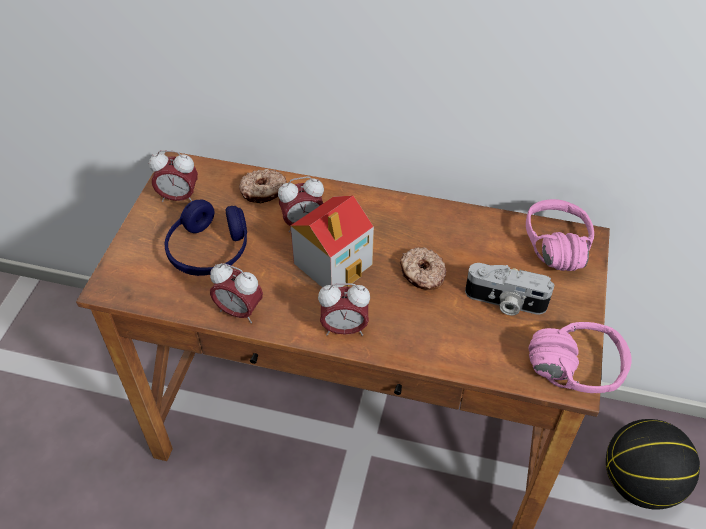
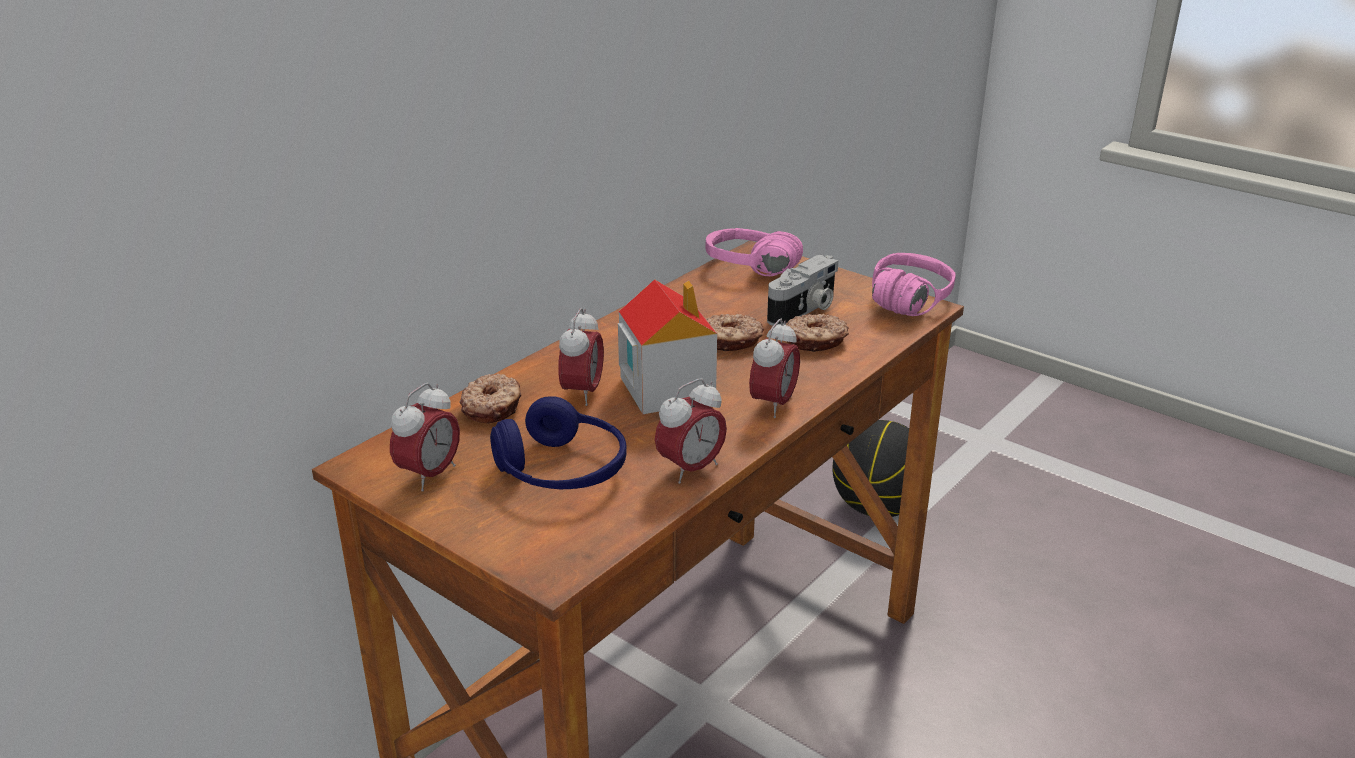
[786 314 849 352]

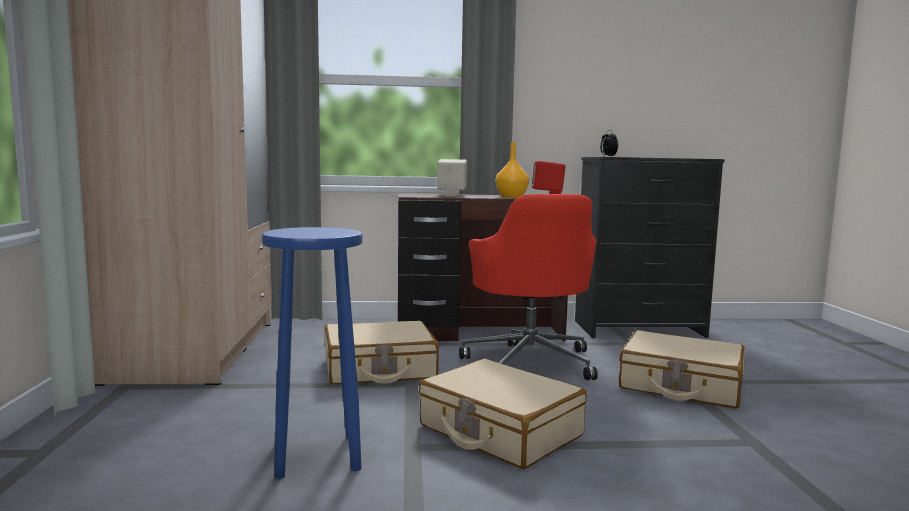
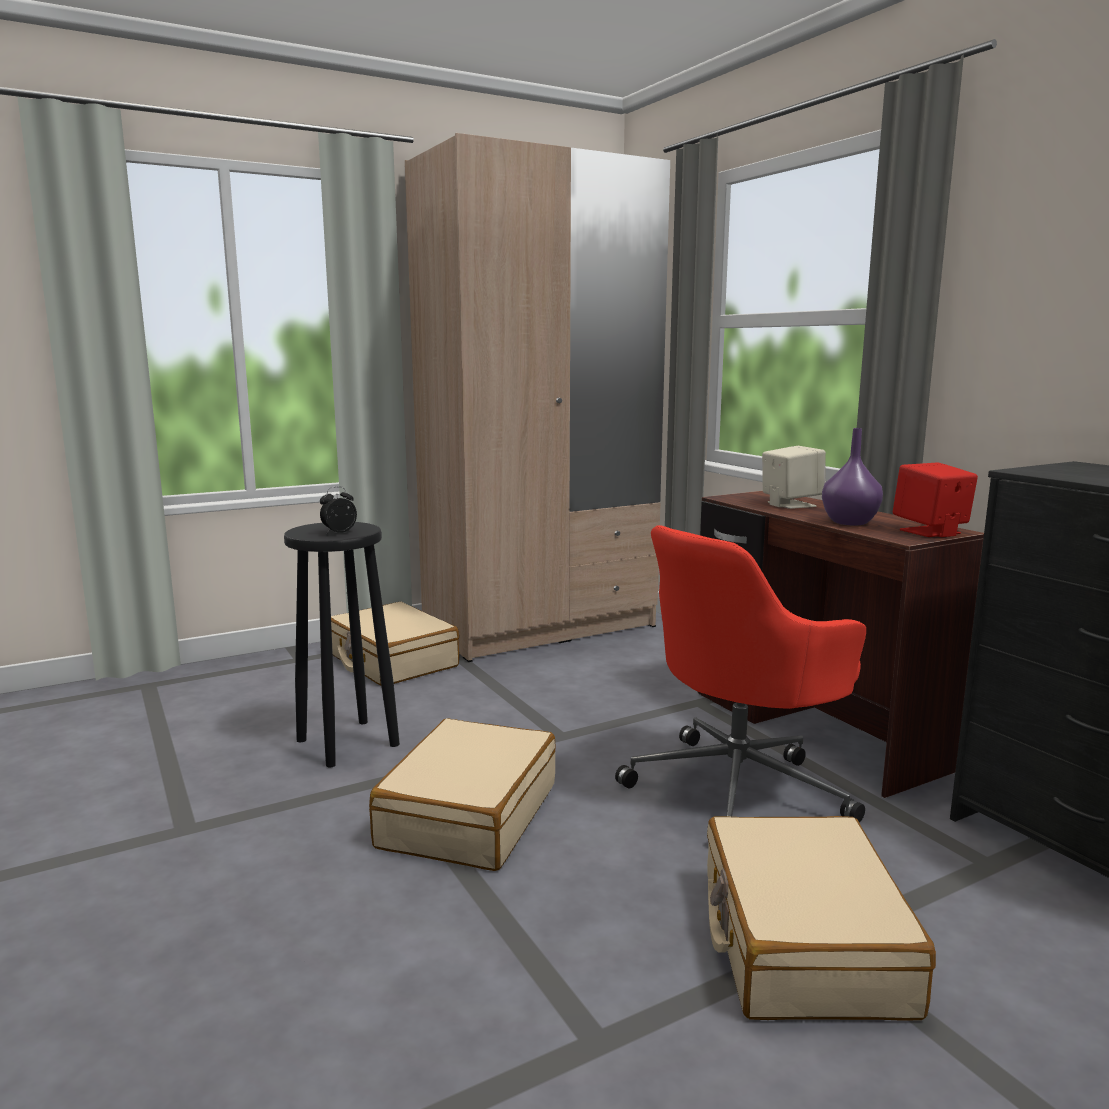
[284 522 400 767]
[331 602 459 686]
[822 428 883 525]
[320 486 357 533]

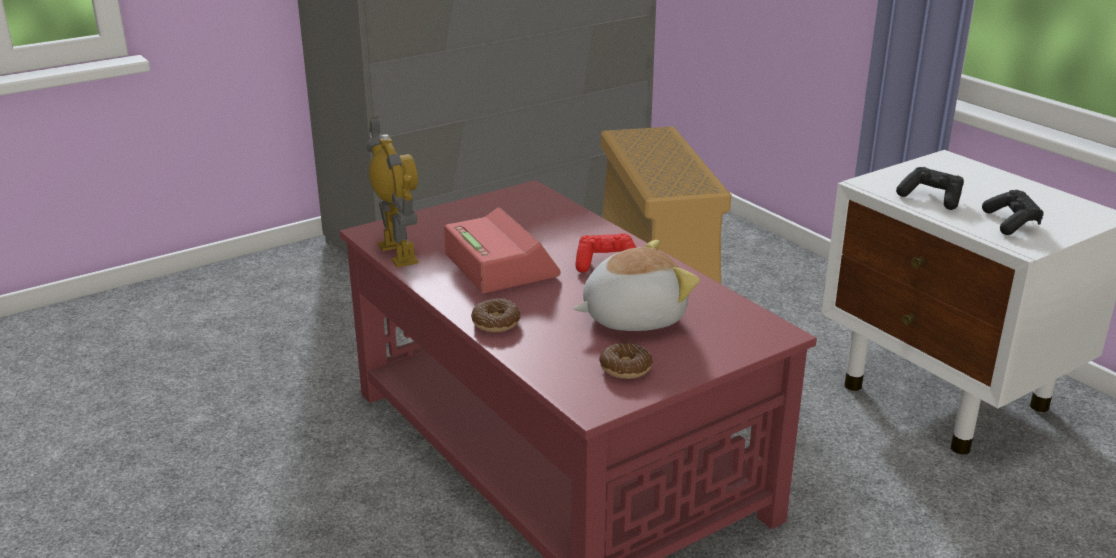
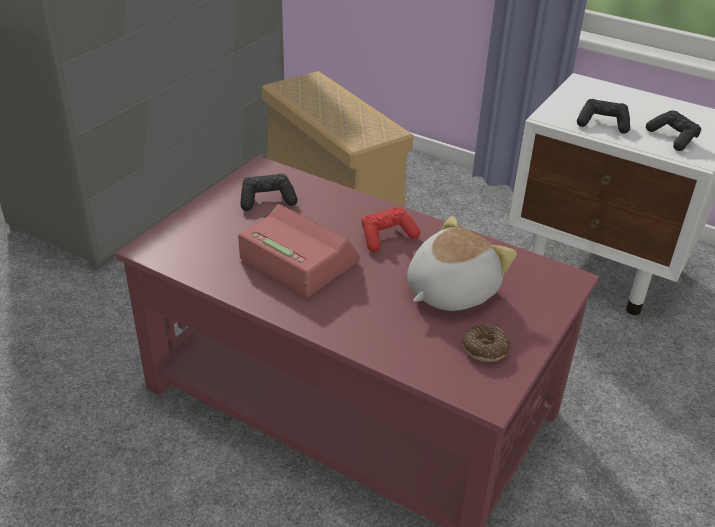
[367 116 419 267] (first image)
[471 299 521 332] (first image)
[241 173 298 211]

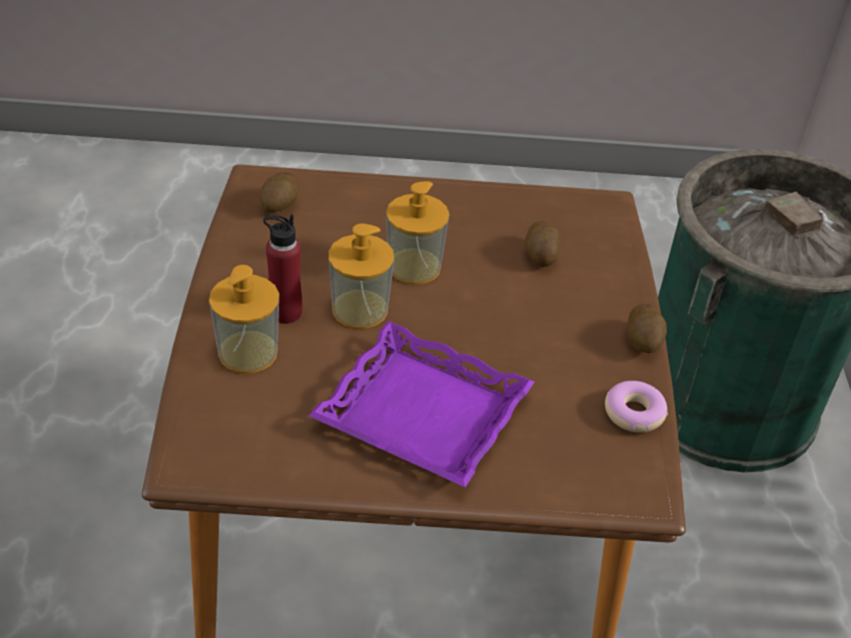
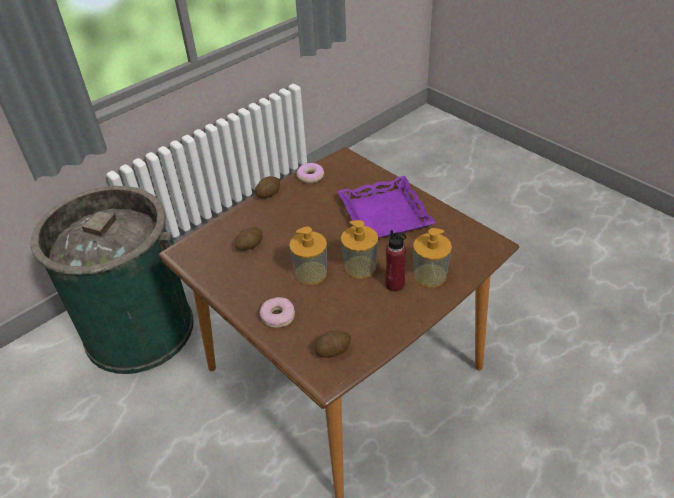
[260 297 295 328]

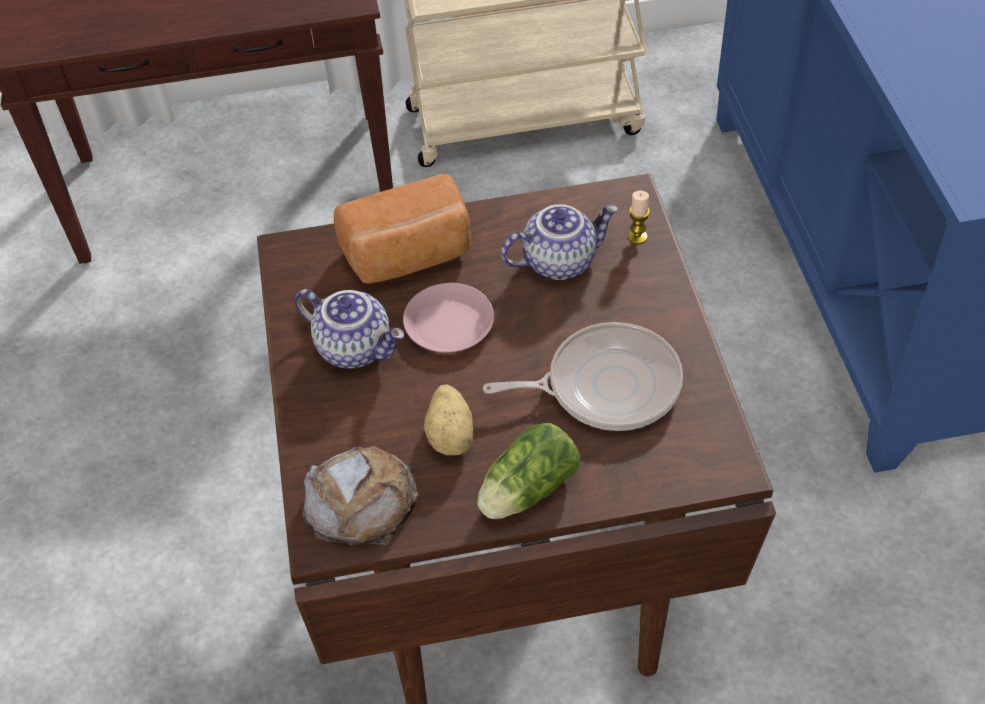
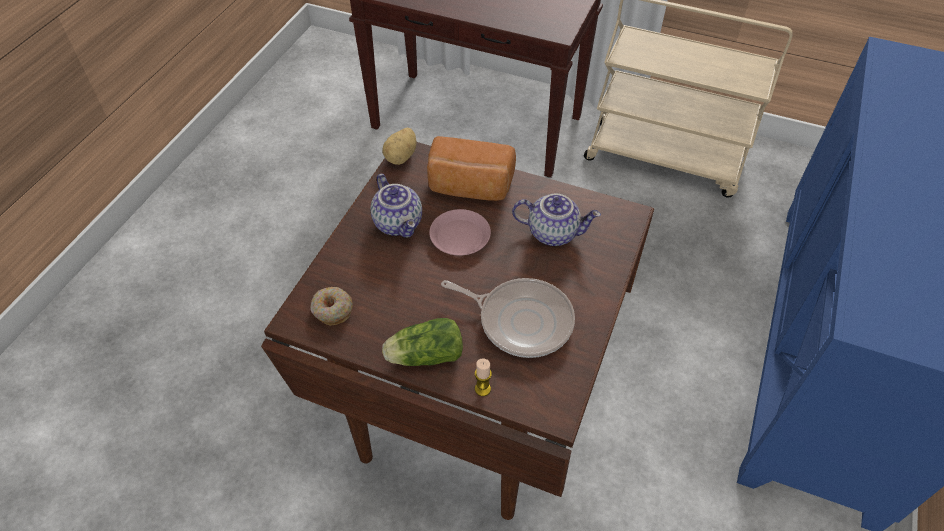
[311 287 353 326]
[382 128 417 165]
[475 358 492 396]

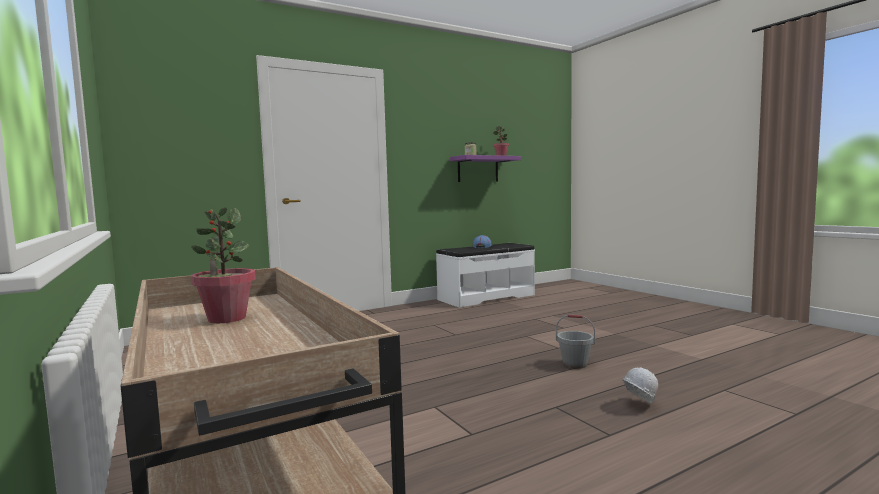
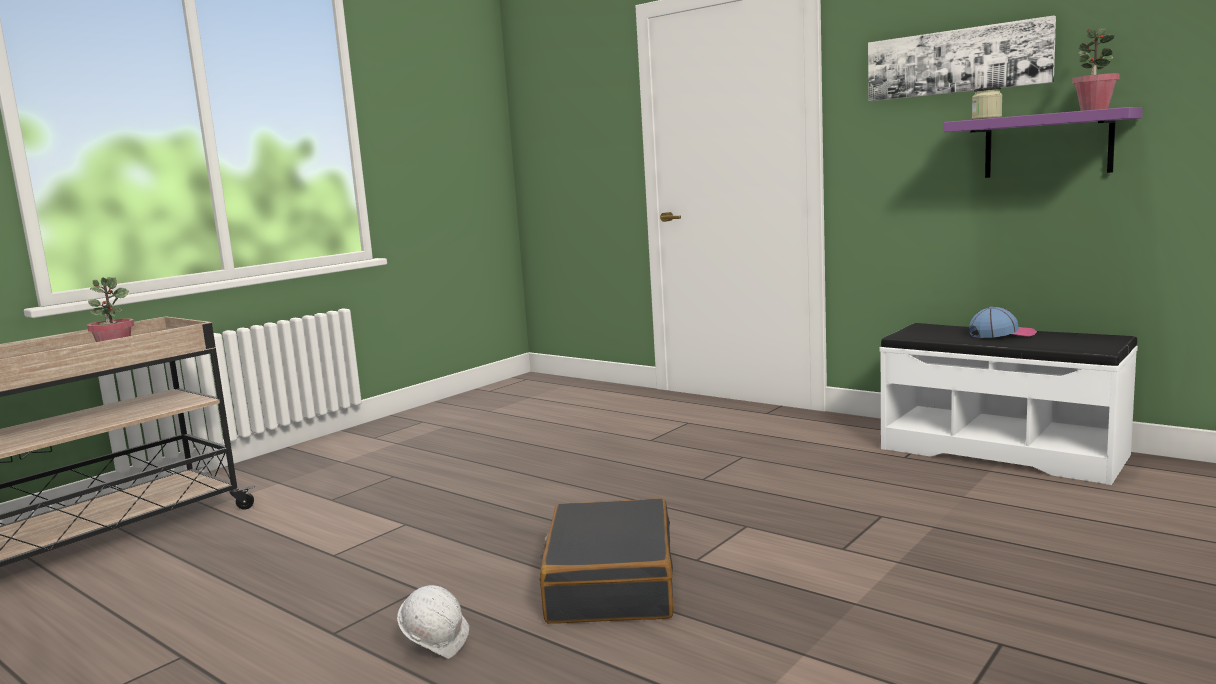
[539 498 673 624]
[868 15 1056 101]

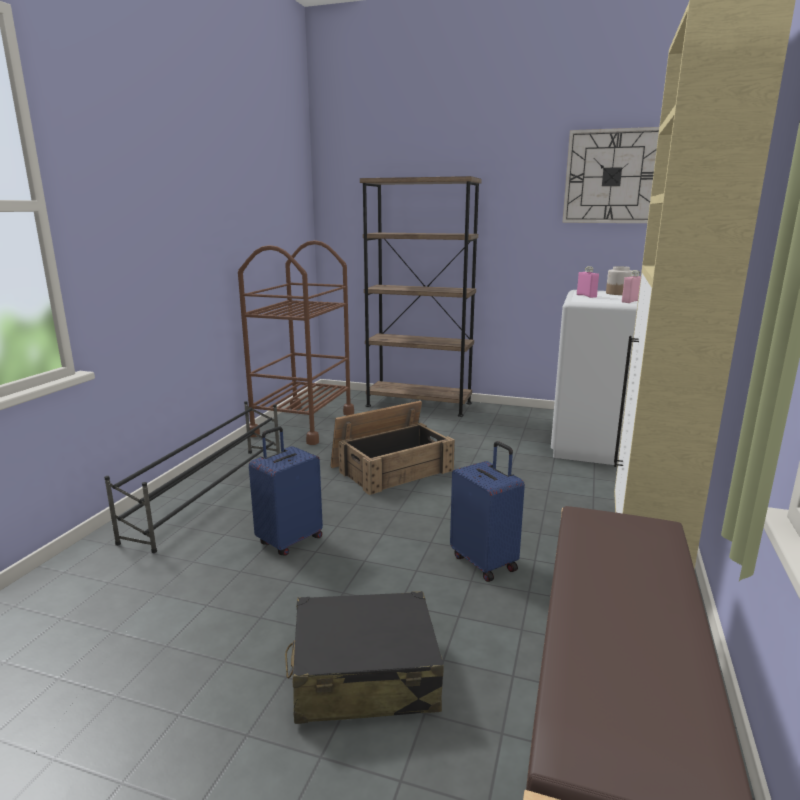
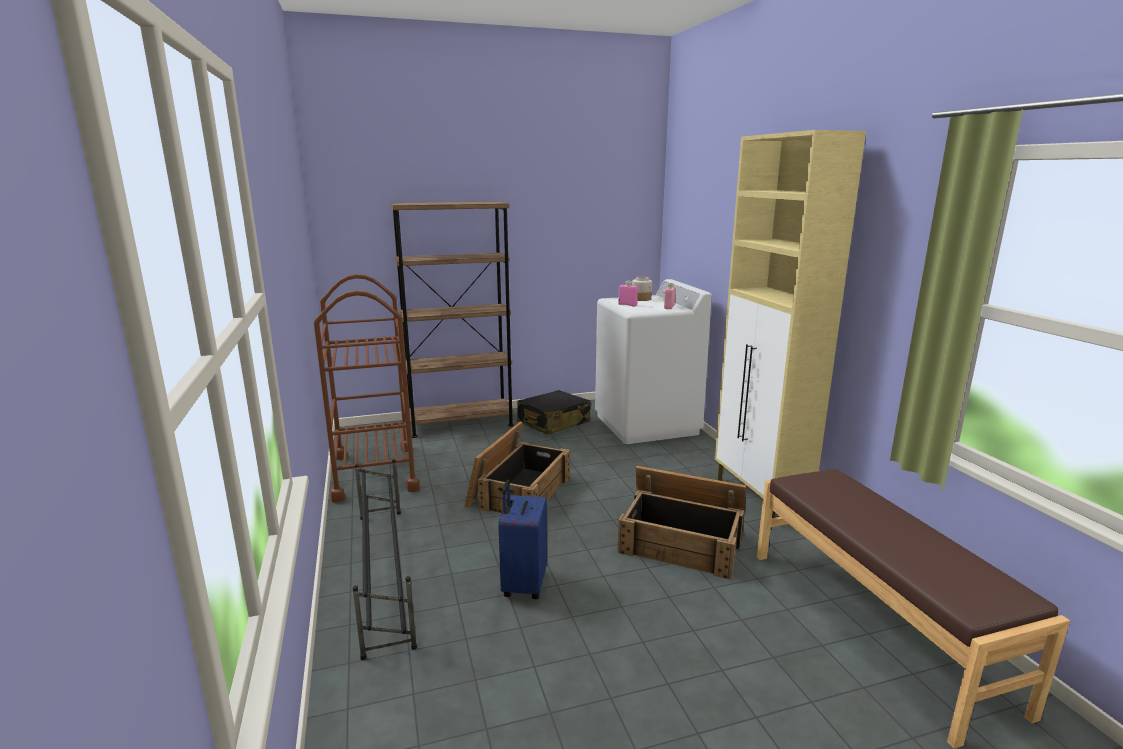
[517 390 591 435]
[618 466 746 580]
[562 127 659 223] (first image)

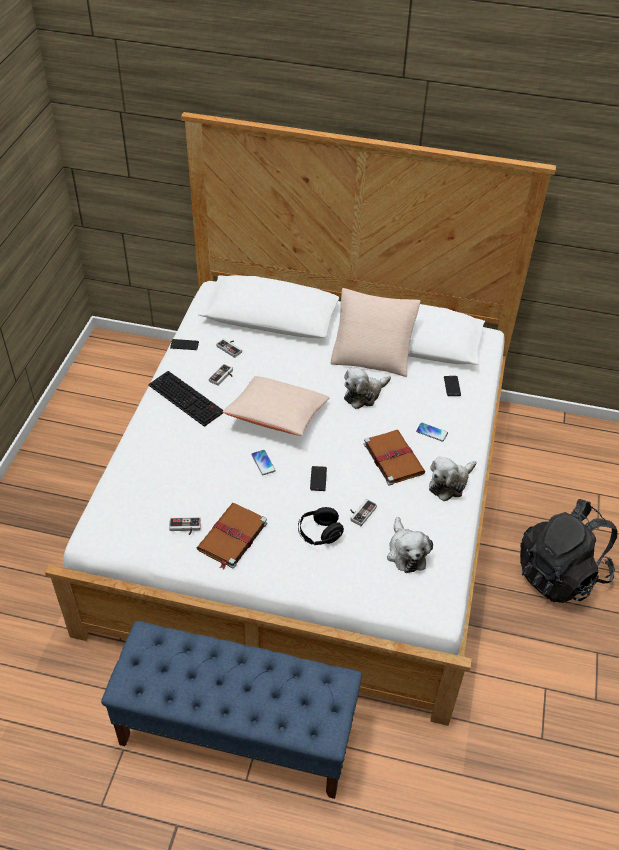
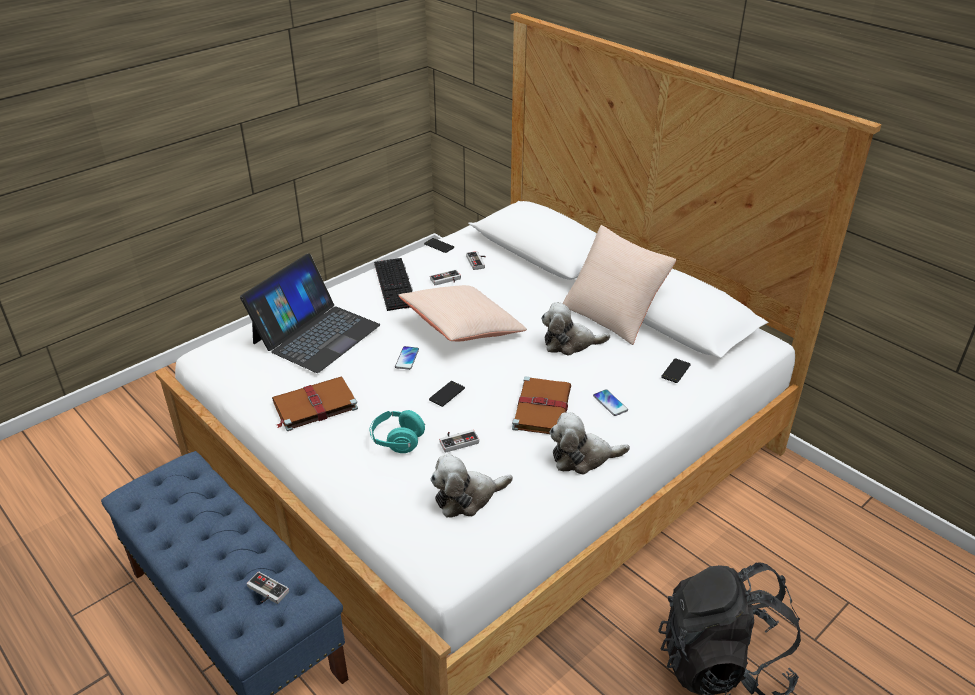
[247 571 289 604]
[370 410 425 453]
[430 454 513 517]
[240 254 380 373]

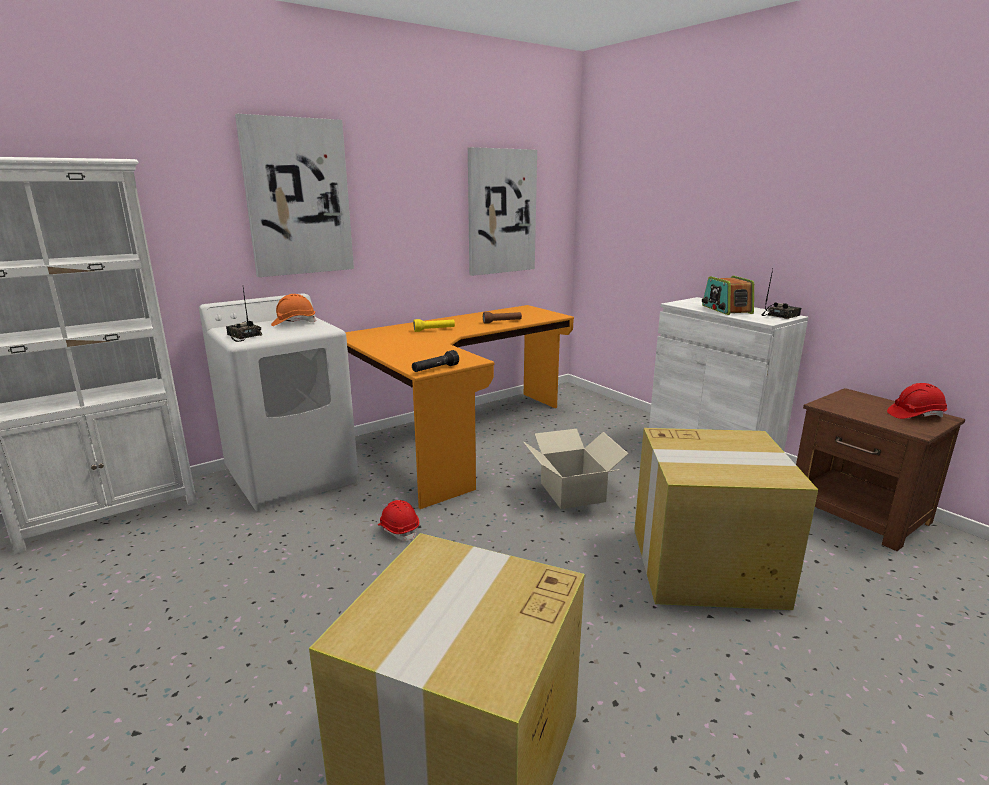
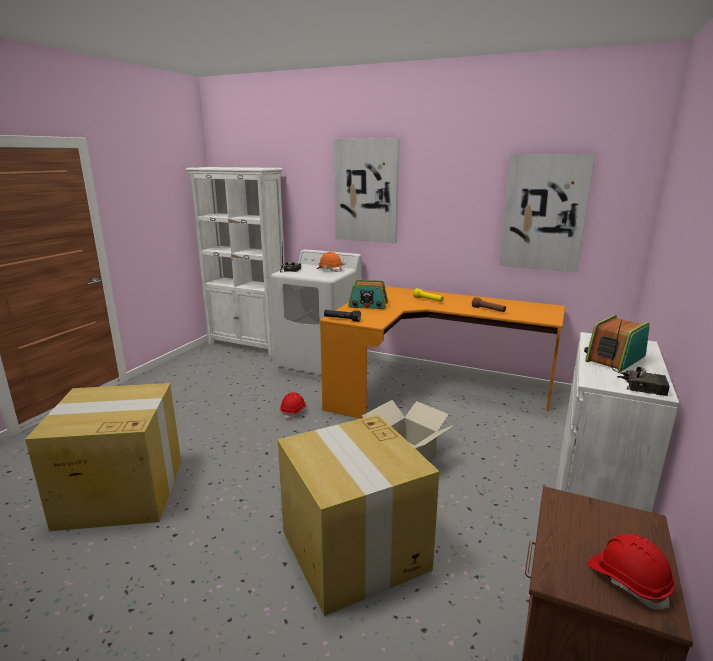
[348 280 388 309]

